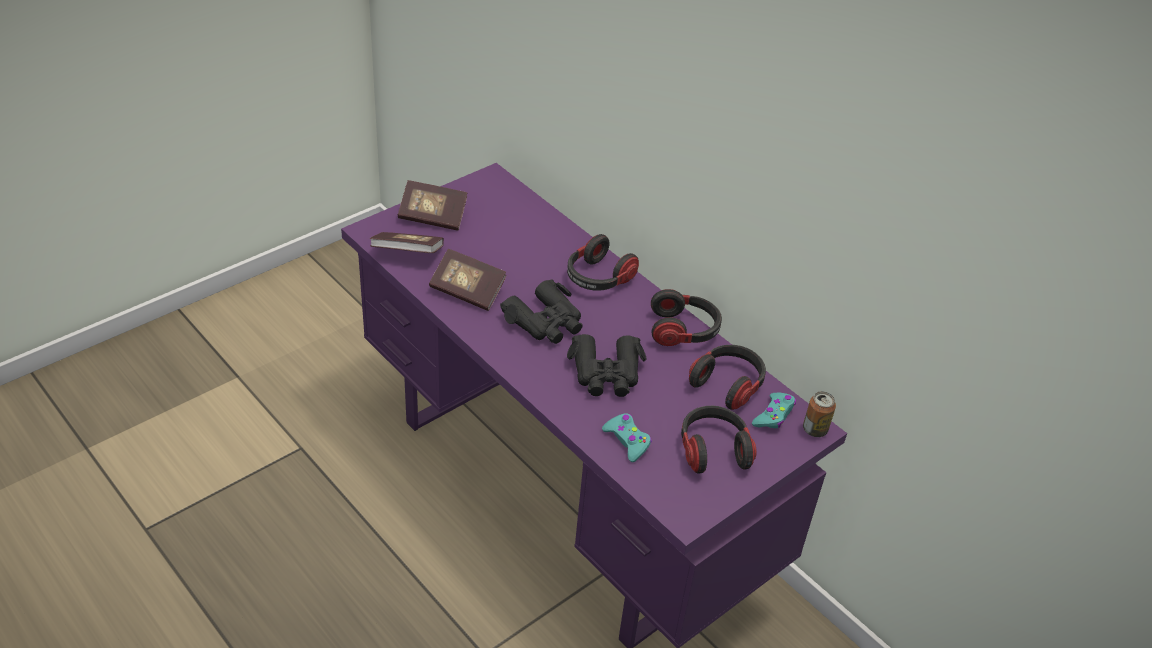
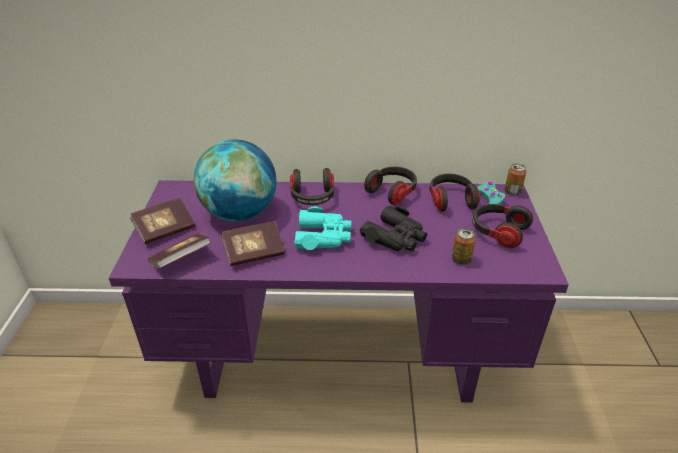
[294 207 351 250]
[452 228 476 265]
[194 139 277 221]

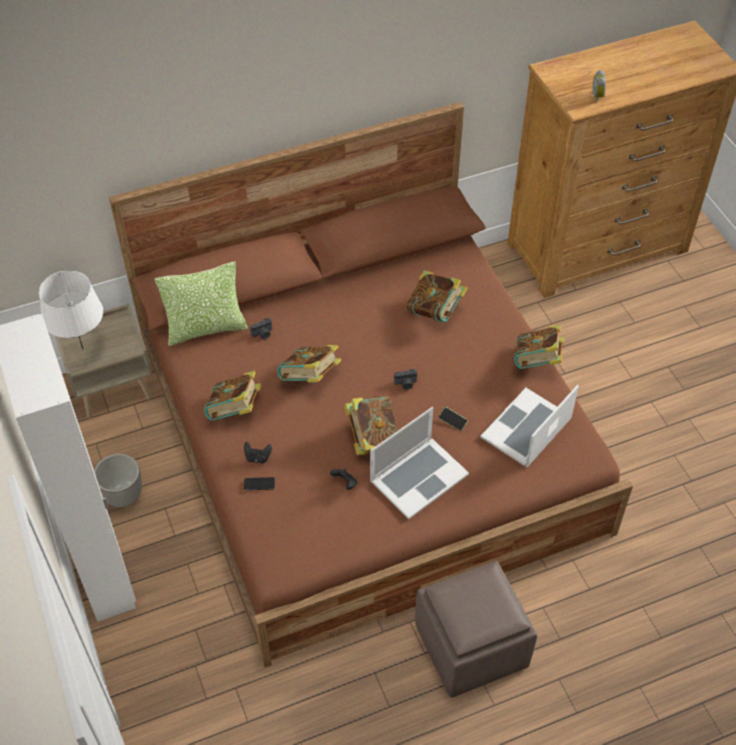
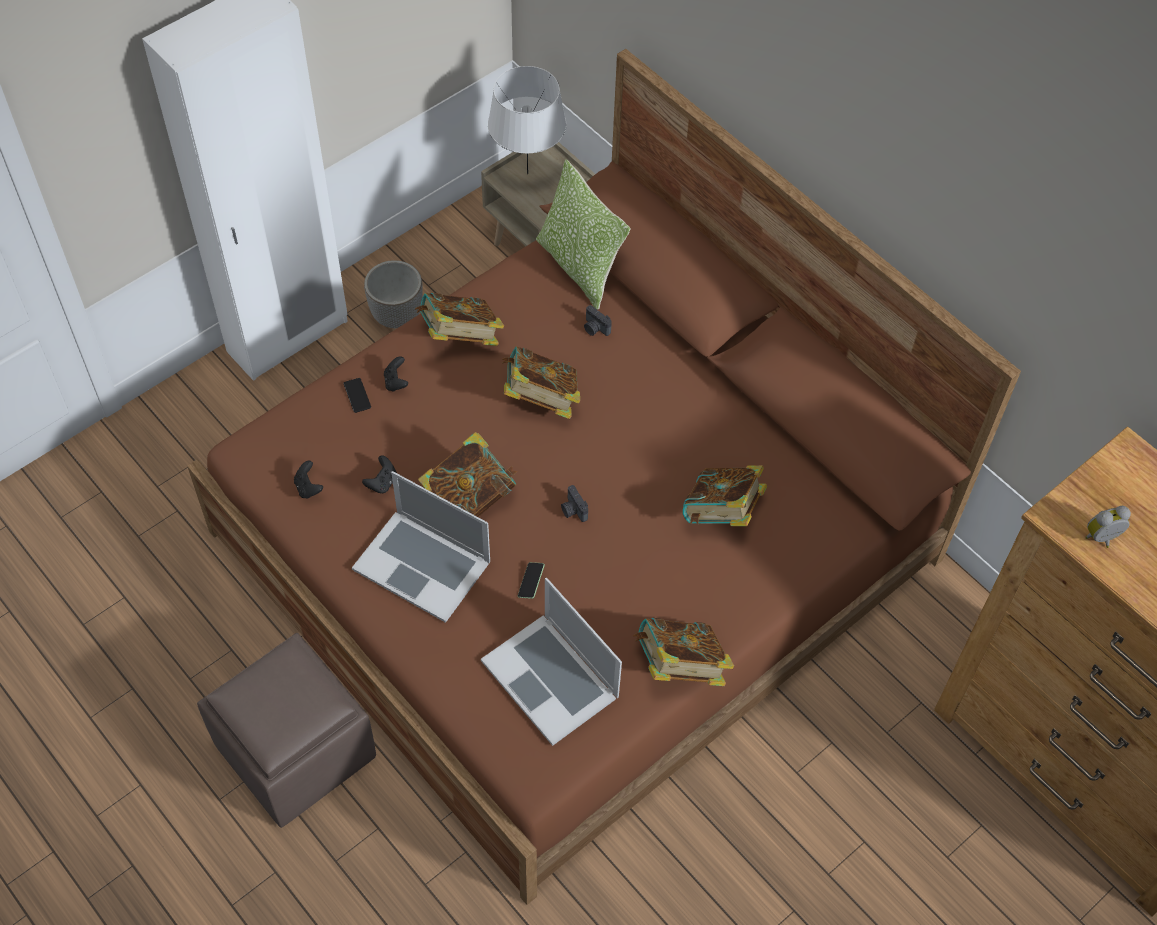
[481 578 622 746]
[294 461 323 499]

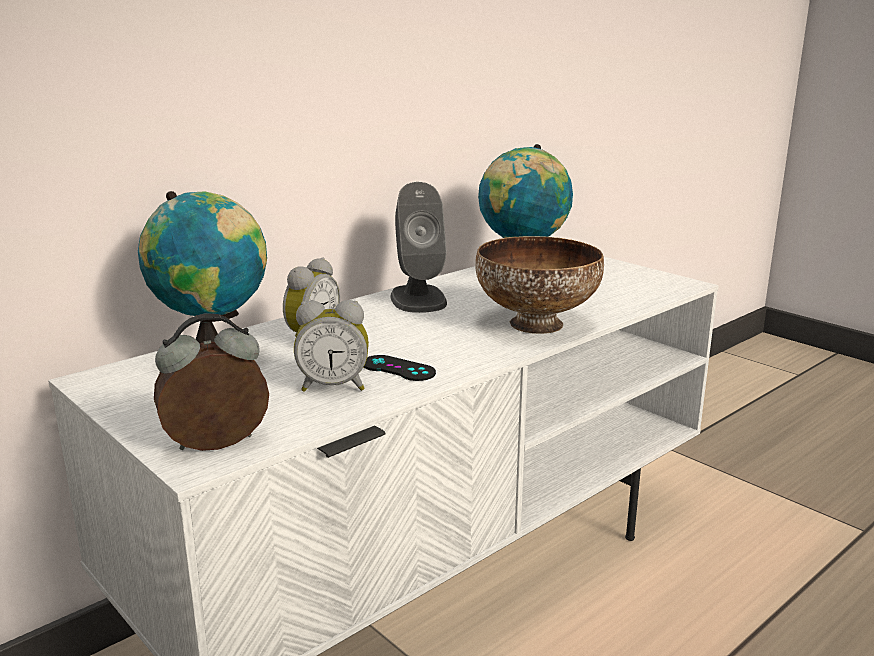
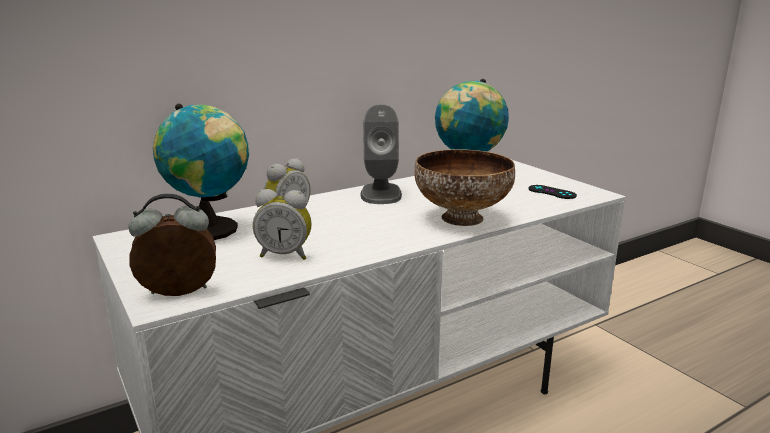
[528 185 577 199]

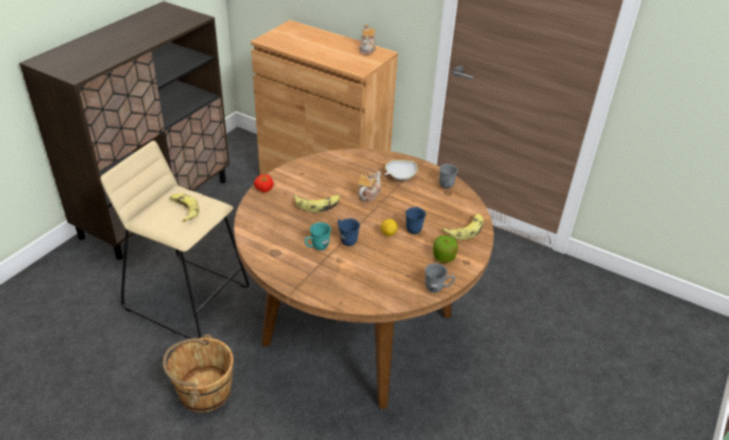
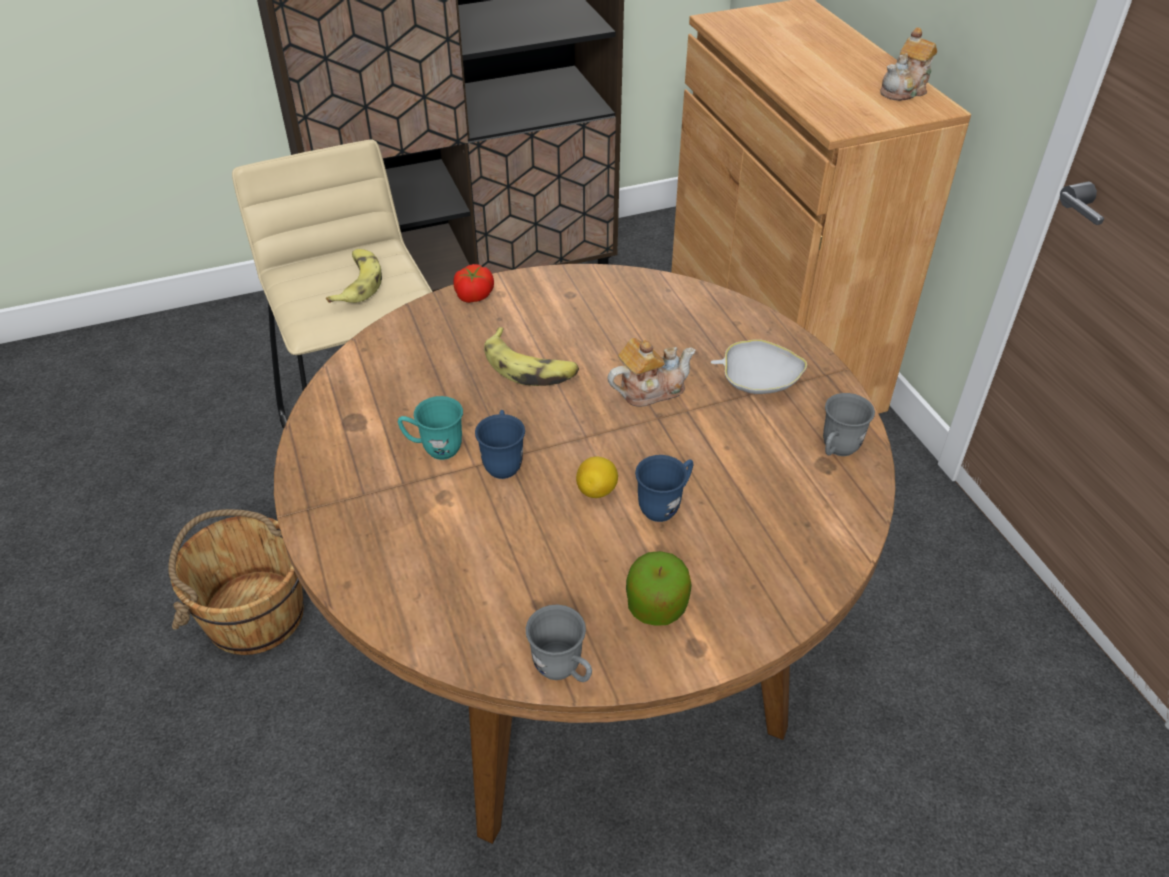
[442 214 484 240] (first image)

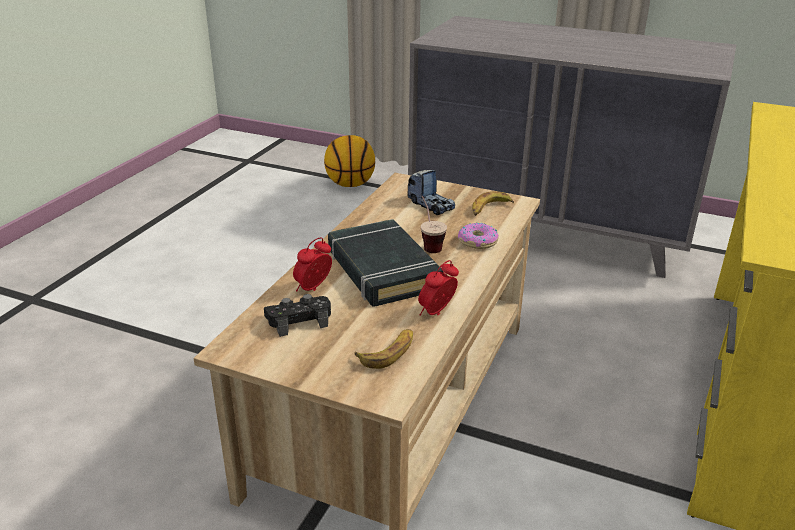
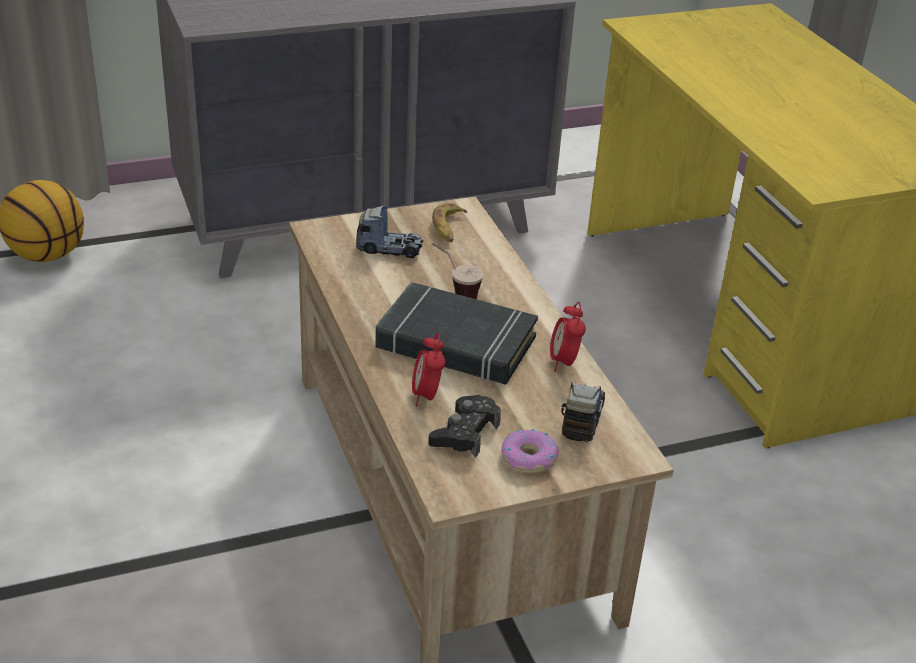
[561 381 605 442]
[501 429 559 473]

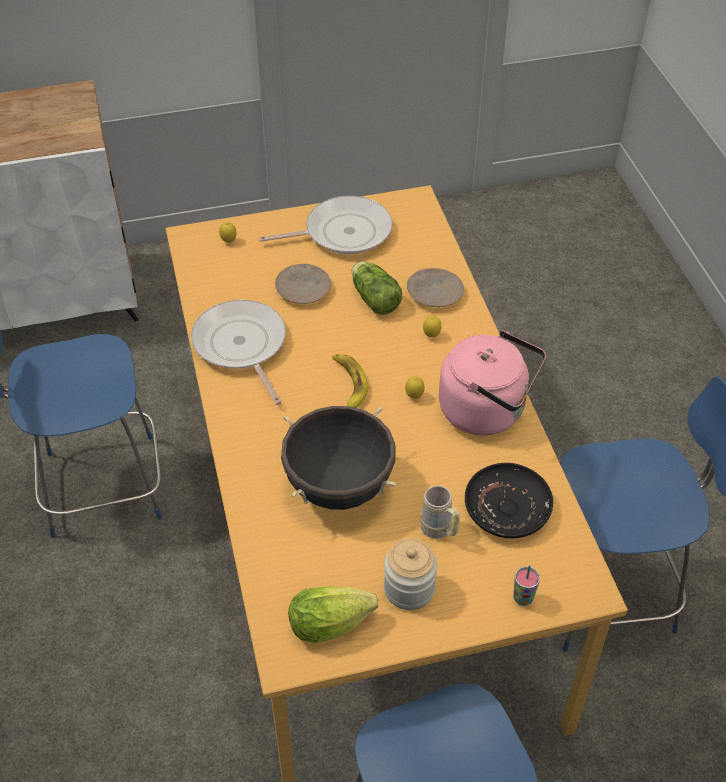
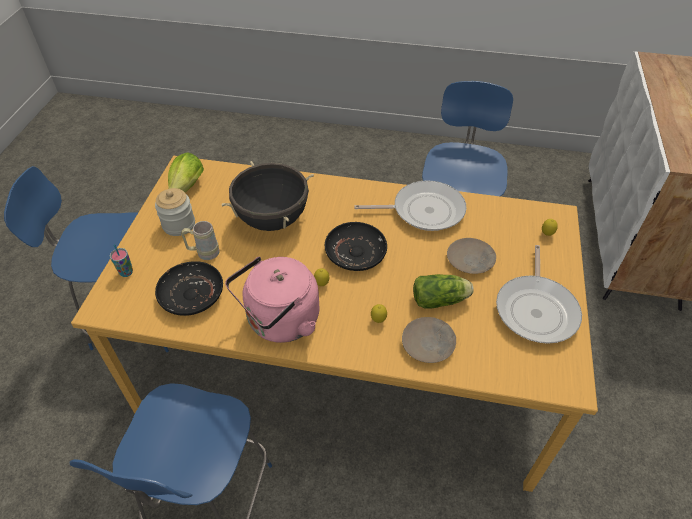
[325 222 387 271]

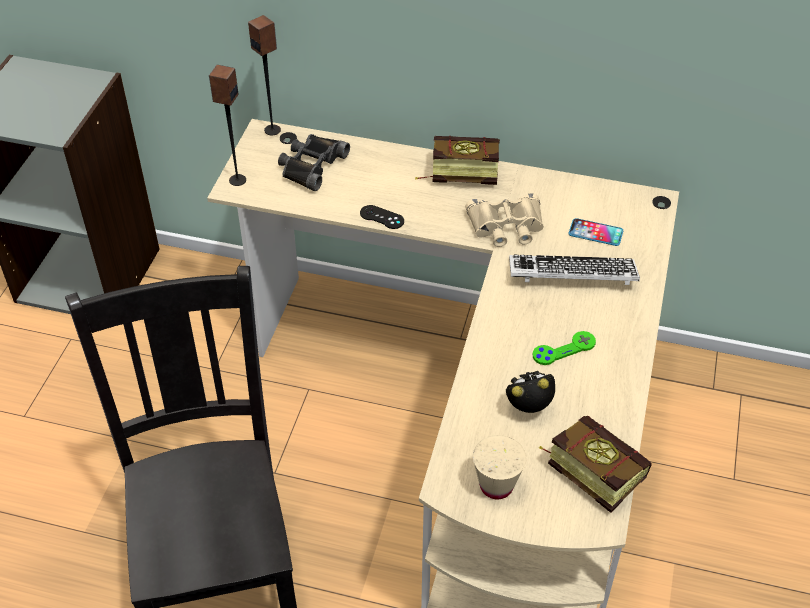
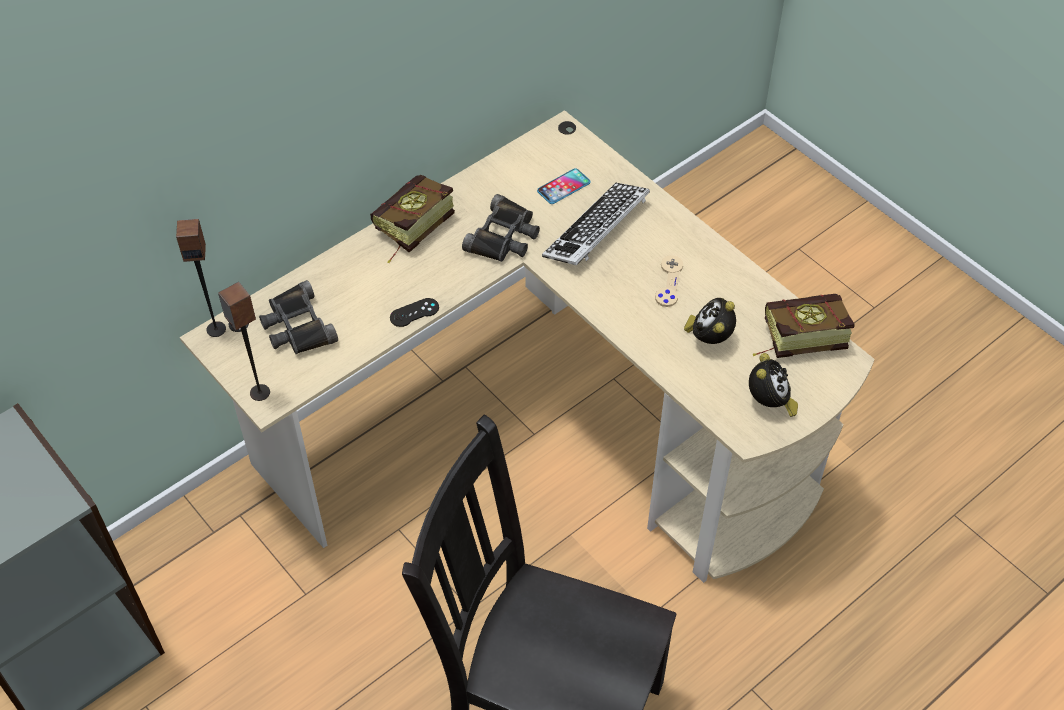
[462 194 540 262]
[749 353 798 417]
[655 255 683 307]

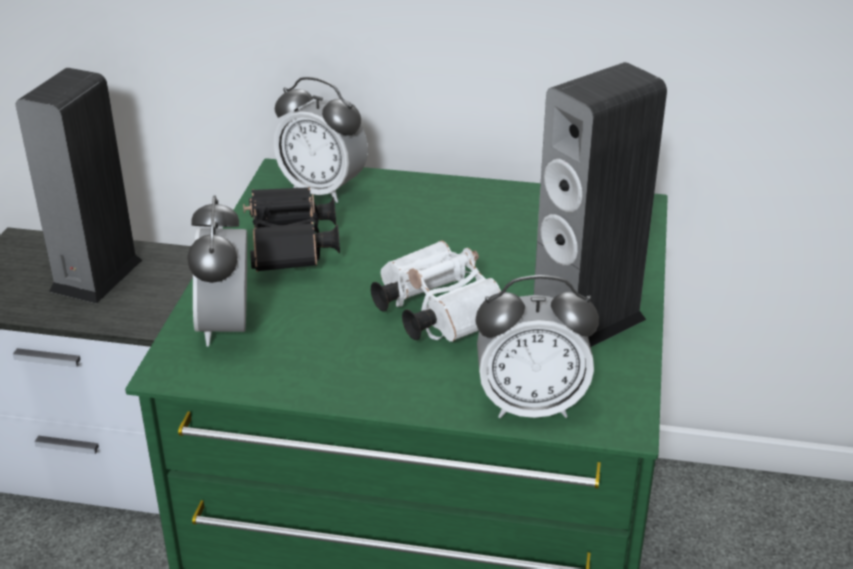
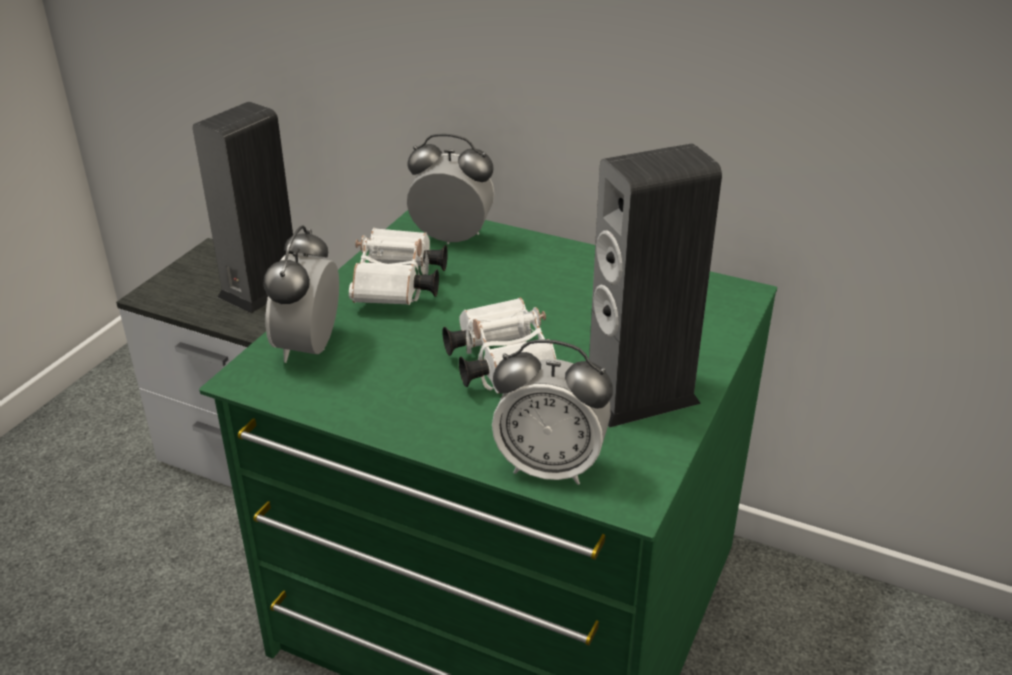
[349 228 448 305]
[407 134 494 244]

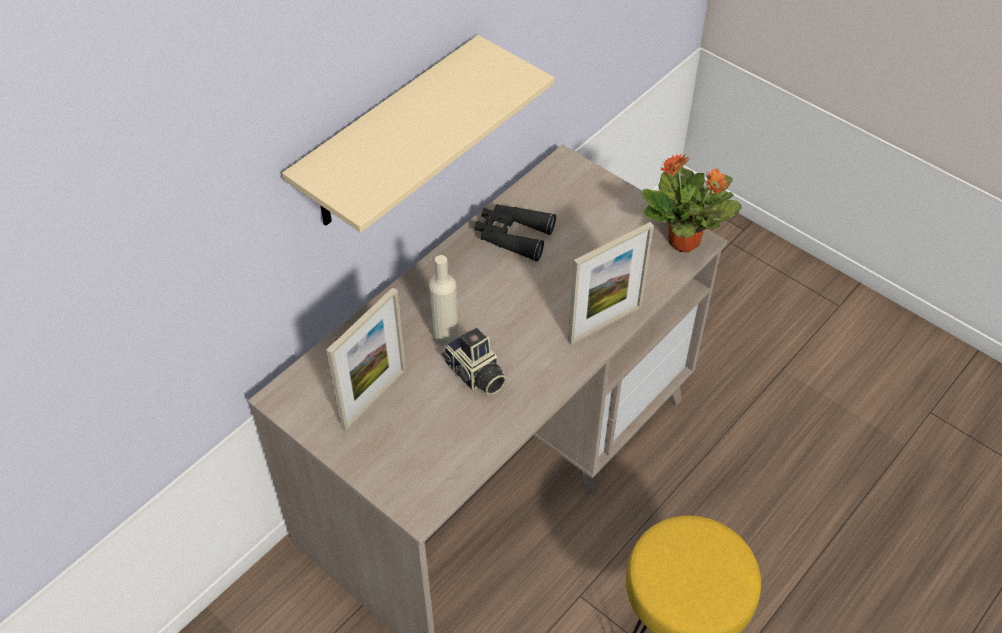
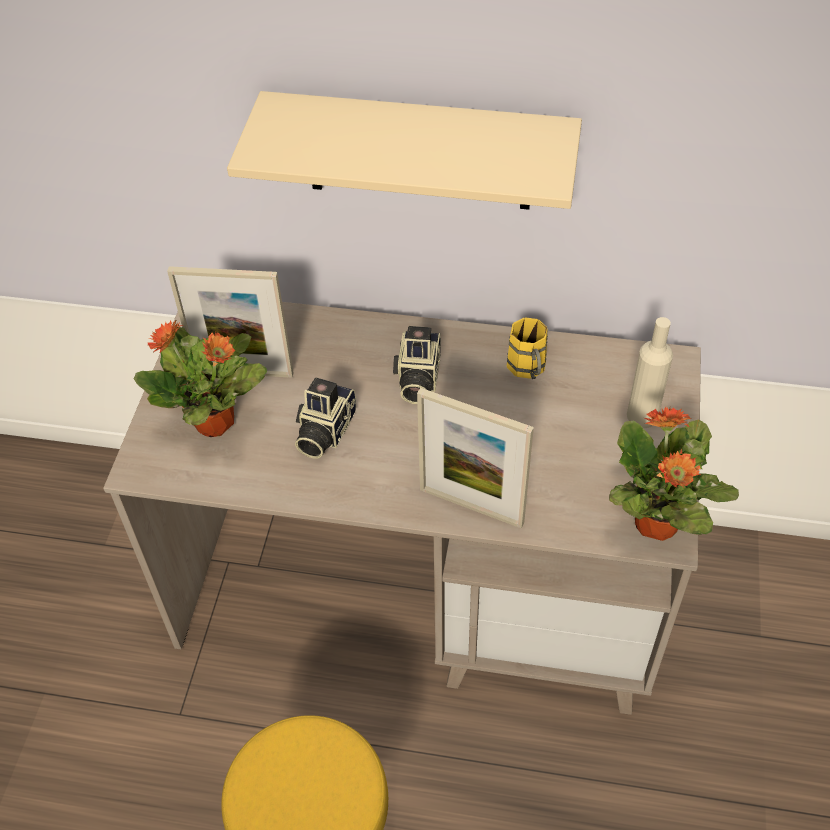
[627 317 673 428]
[507 317 548 379]
[134 320 267 437]
[393 326 441 404]

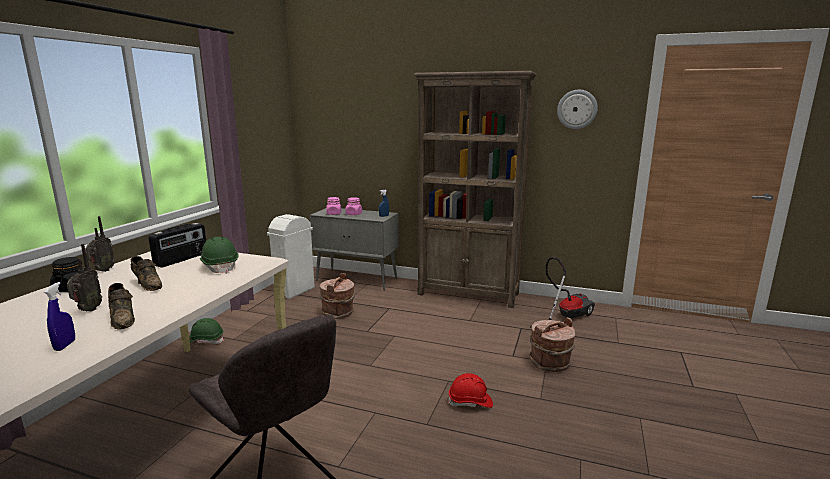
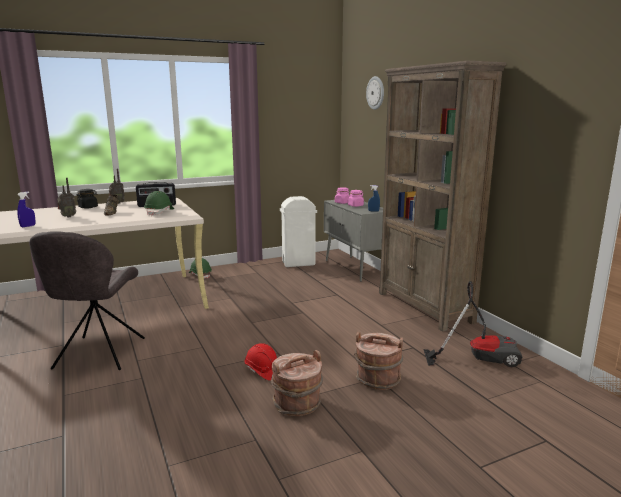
[108 283 135 330] (first image)
[271 350 323 416]
[366 76 384 110]

